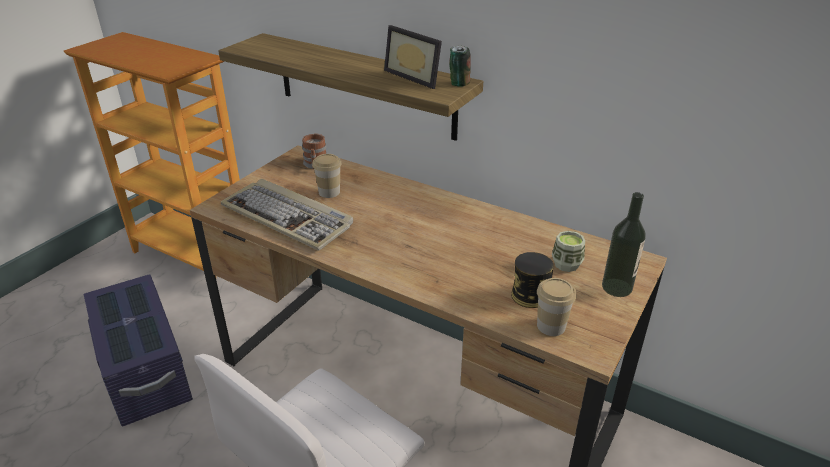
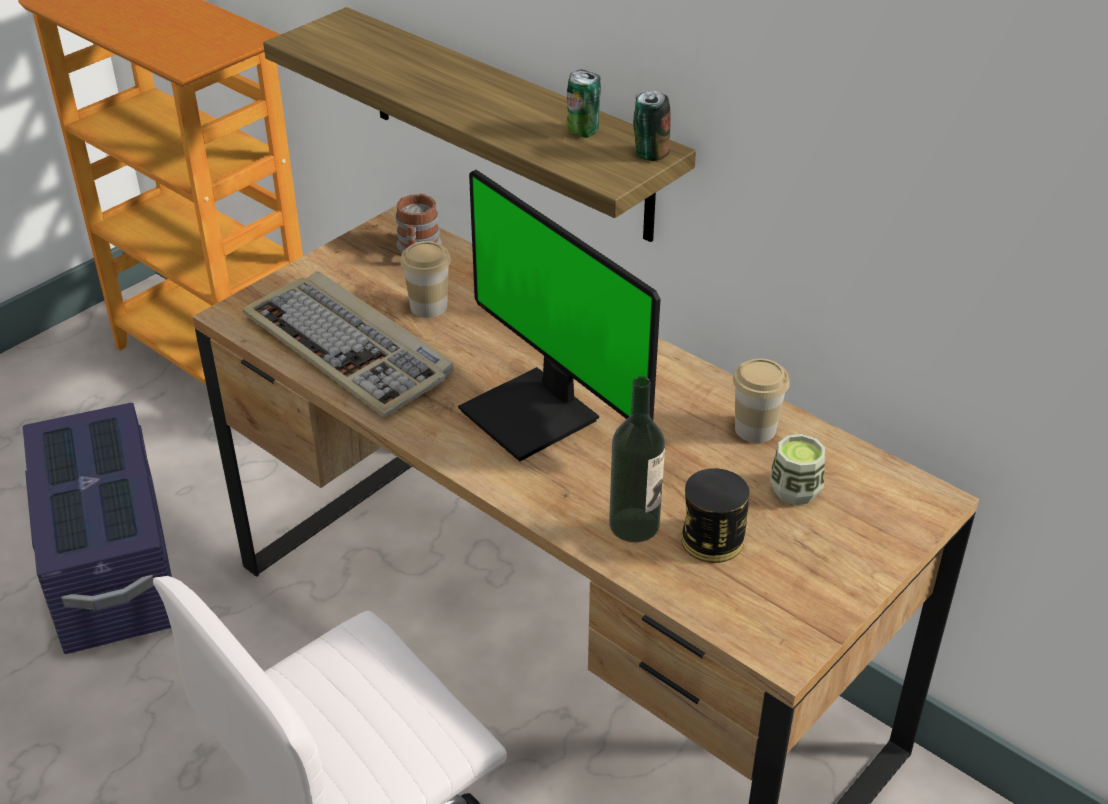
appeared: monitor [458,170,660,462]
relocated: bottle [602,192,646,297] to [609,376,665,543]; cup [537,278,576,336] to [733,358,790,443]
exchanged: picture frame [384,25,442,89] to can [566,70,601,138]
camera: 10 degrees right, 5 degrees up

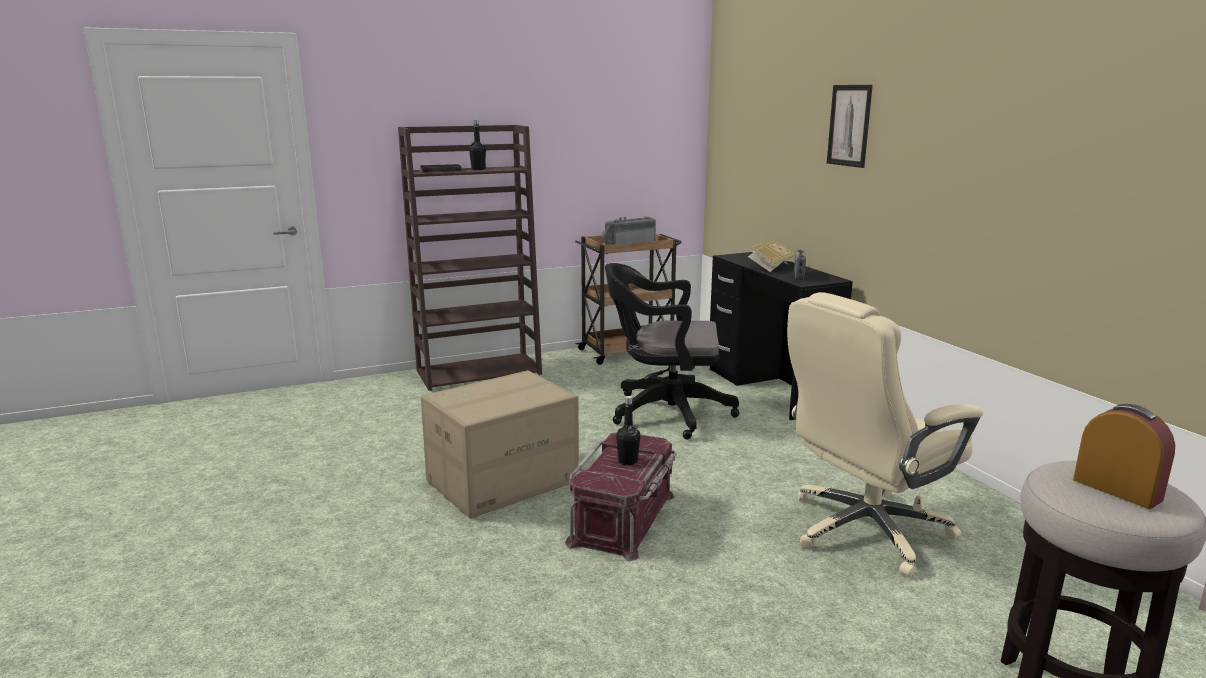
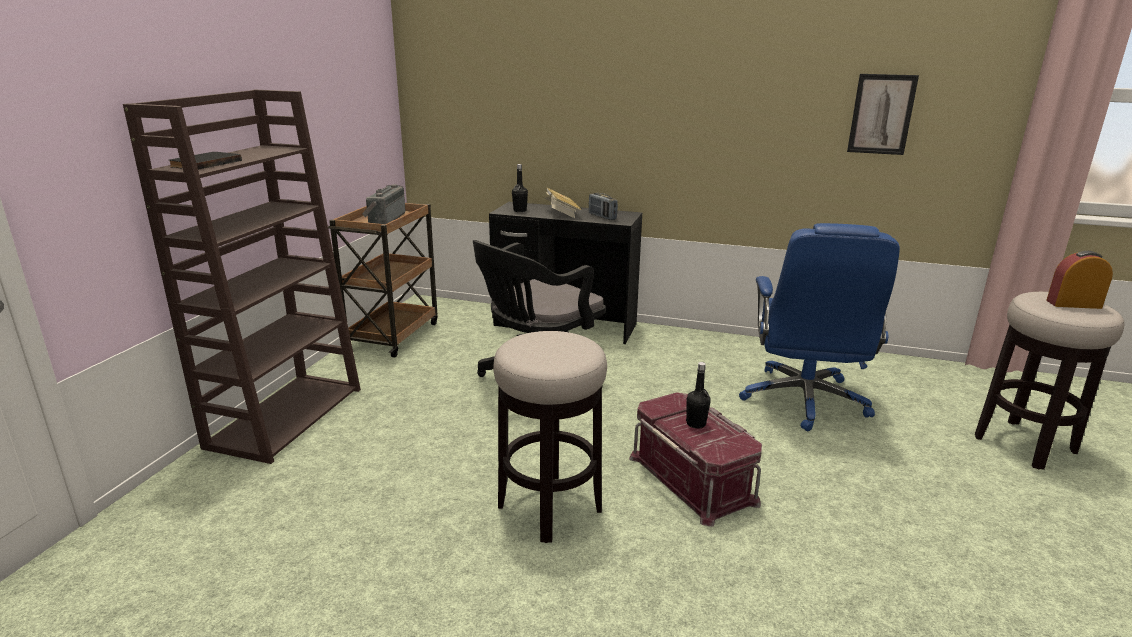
relocated: picture [827,85,873,168] to [847,74,919,155]; black bottle [469,120,486,170] to [512,164,528,212]
exchanged: cardboard box [421,370,579,518] to stool [493,331,607,543]
colour: beige office chair [787,292,983,577] to blue office chair [739,223,900,431]
camera: 50 degrees left, 5 degrees up

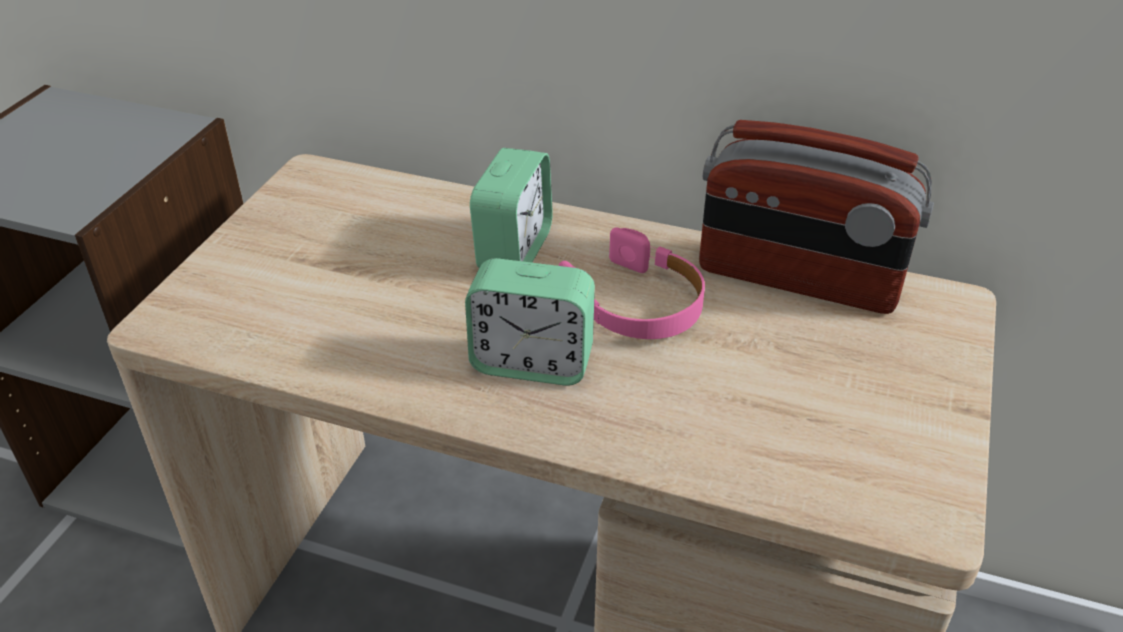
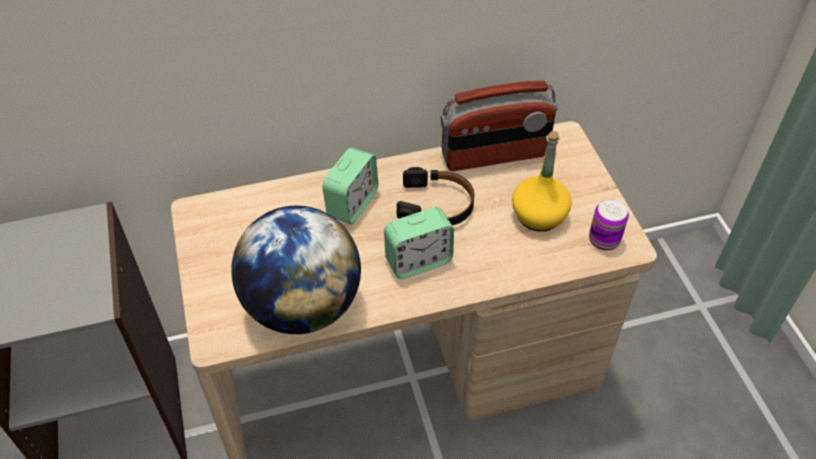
appeared: yellow bottle [512,131,572,231]; can [589,199,629,251]; globe [231,206,361,334]
colour: pink headphones [559,227,705,339] to black headphones [397,167,474,225]
spun: alarm clock [470,148,553,268] = [322,147,378,224] 45 degrees clockwise
camera: 35 degrees left, 10 degrees up

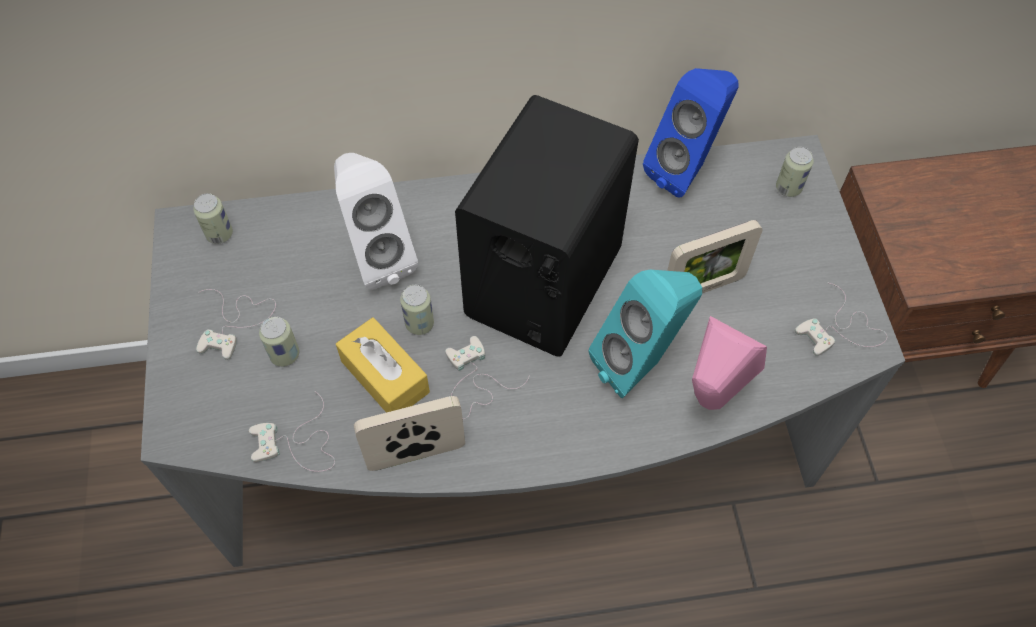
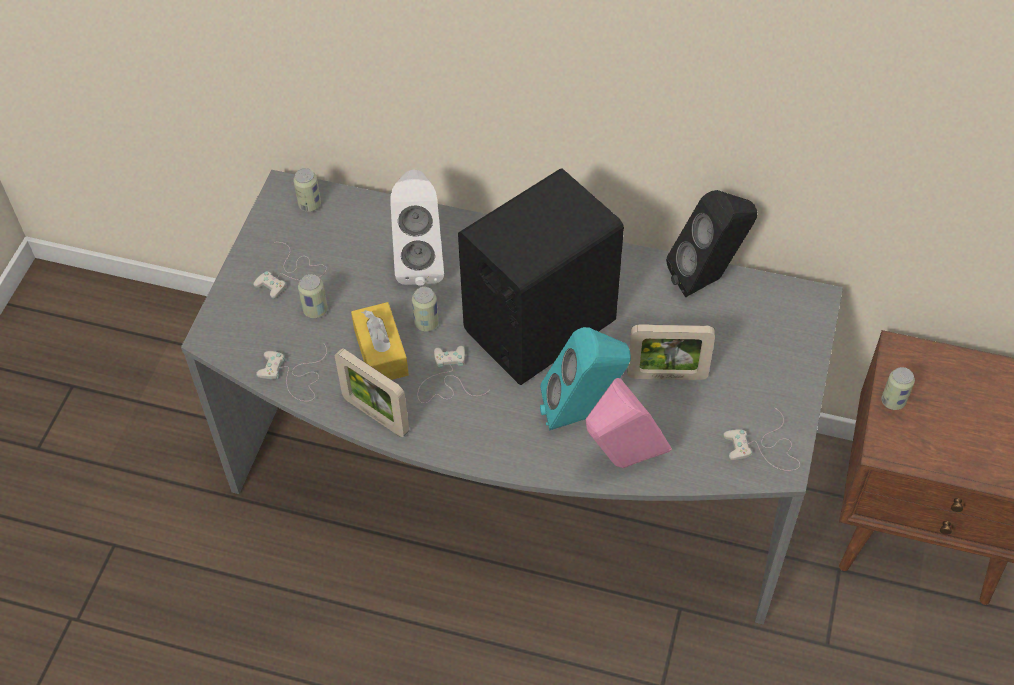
relocated: can [776,147,814,197] to [881,367,915,410]
colour: blue speaker [643,68,739,198] to black speaker [666,190,757,297]
spun: picture frame [354,396,465,471] = [335,348,409,437] 150 degrees counterclockwise
camera: 25 degrees right, 5 degrees down

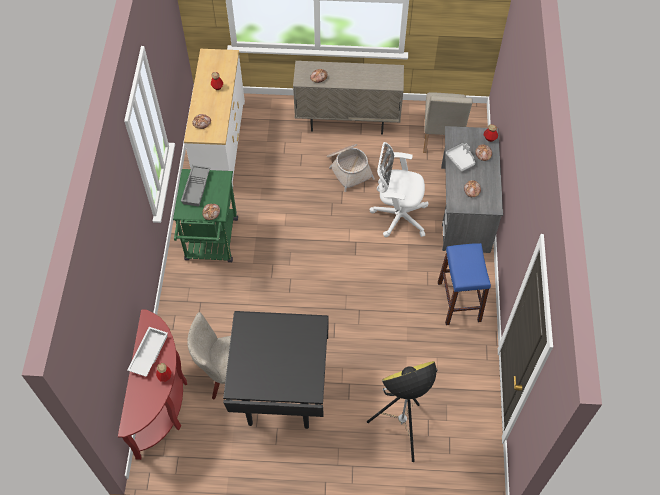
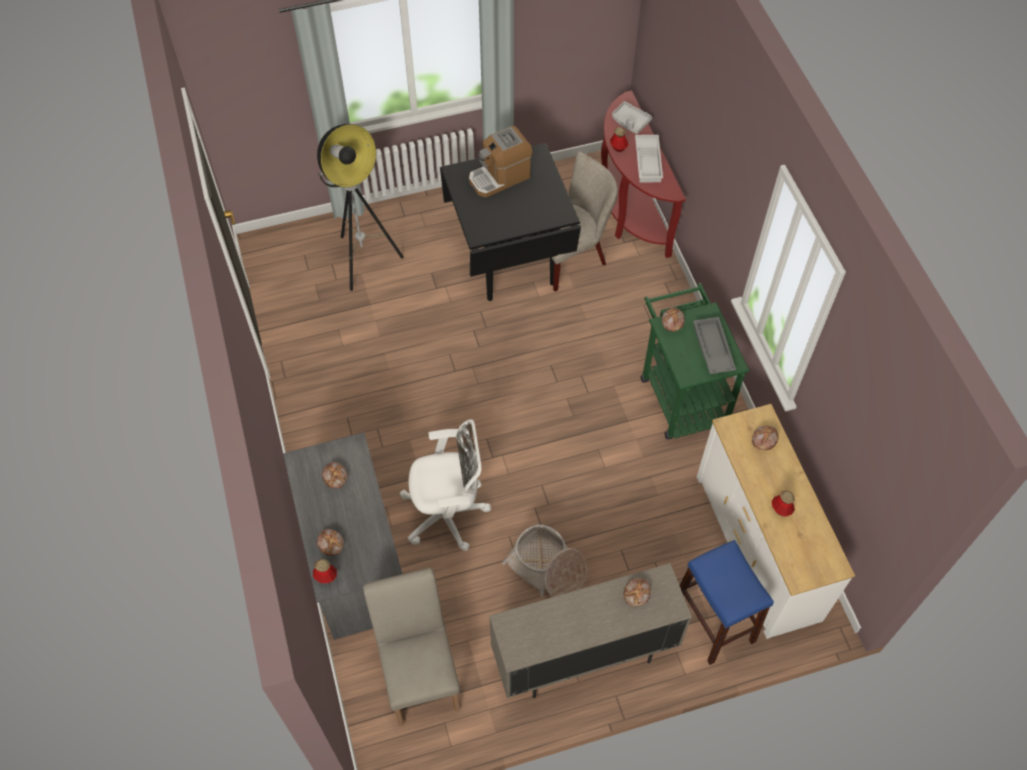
appeared: coffee machine [469,126,532,198]
relocated: grey tray [446,143,475,172] to [612,101,652,134]; blue stool [438,243,491,325] to [680,540,774,665]
camera: 160 degrees right, 0 degrees up

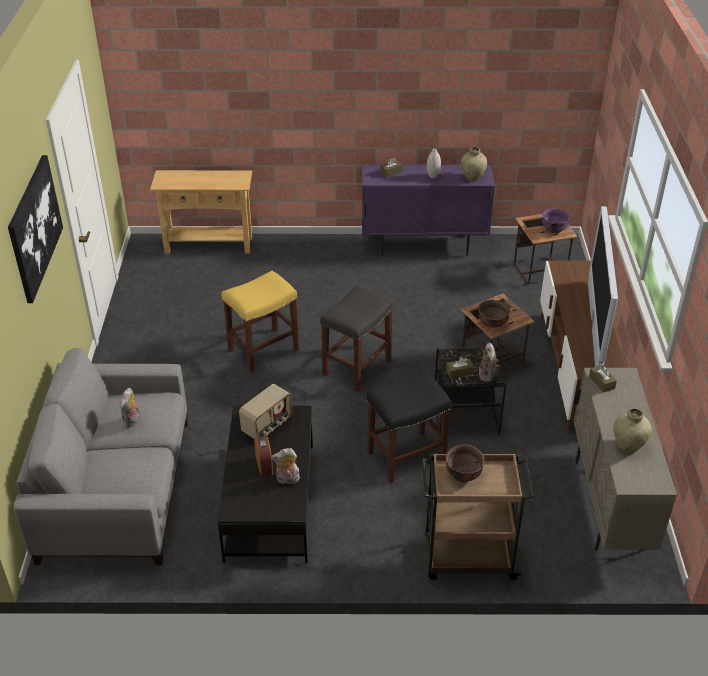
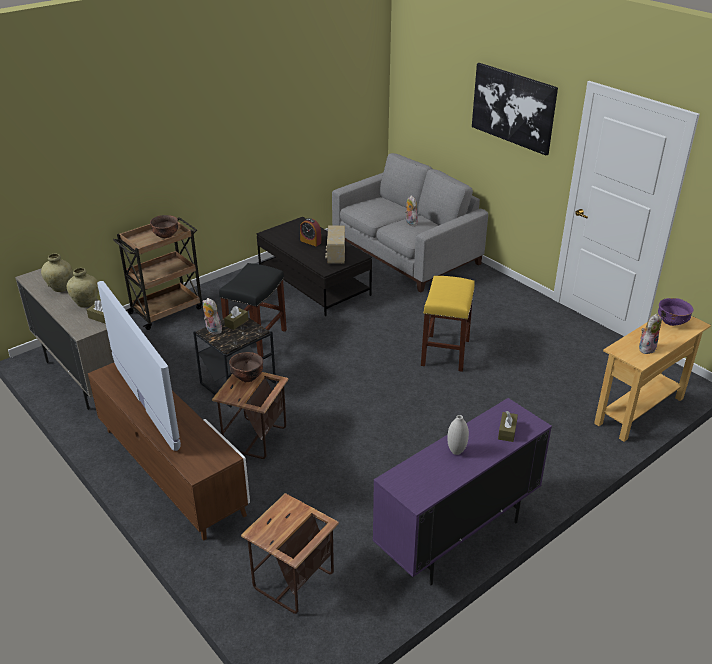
missing: grey stool [320,286,393,392]
relocated: beige vase [461,147,487,181] to [67,268,99,308]; purple bowl [542,208,570,234] to [658,298,694,326]; plush toy [271,448,300,484] to [639,314,662,354]
camera: 140 degrees right, 5 degrees down

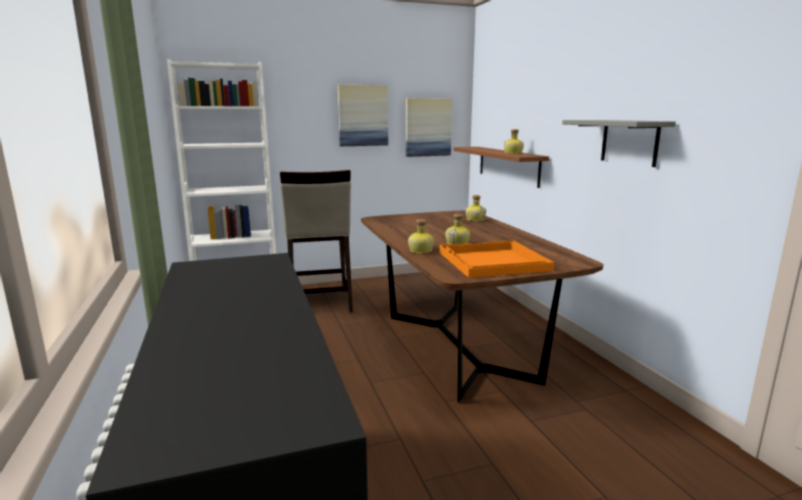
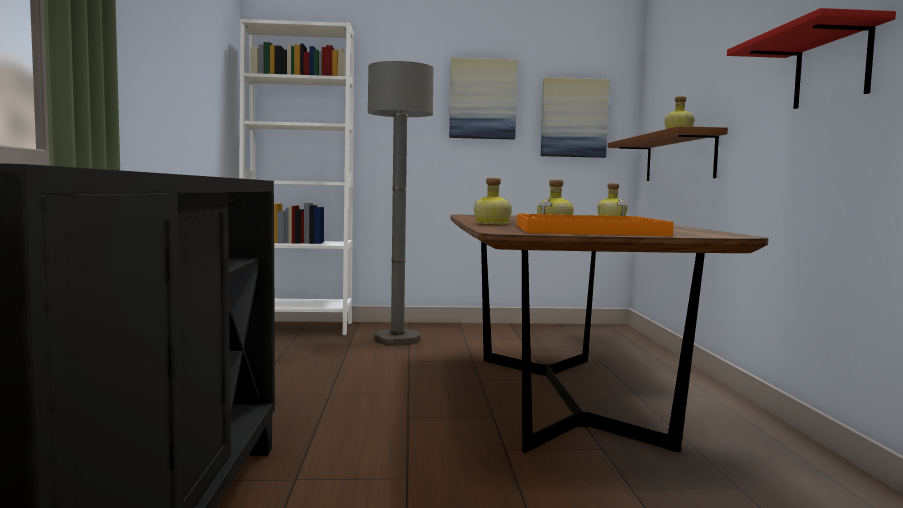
exchanged: beige stool [280,170,353,313] to grey floor lamp [368,61,434,345]
colour: grey shelf [562,120,676,167] to red shelf [727,8,896,109]
camera: 15 degrees right, 10 degrees down

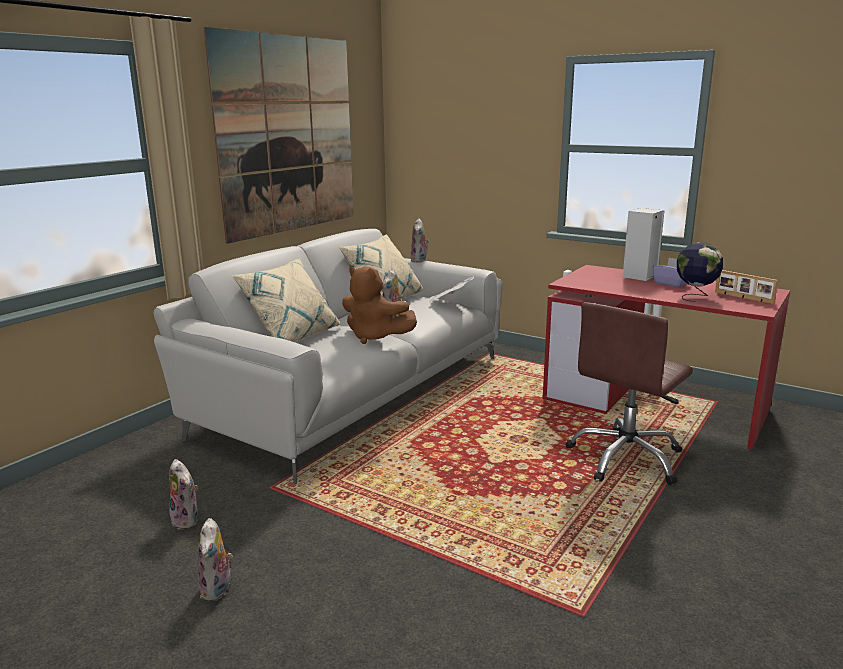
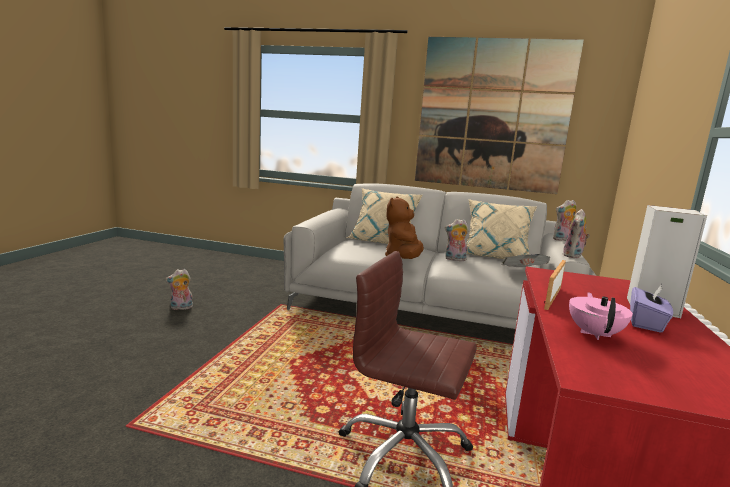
relocated: picture frame [715,270,778,304] to [544,260,566,310]; plush toy [169,459,198,530] to [563,209,590,258]
exchanged: globe [677,242,723,302] to pink teapot [569,292,633,340]
camera: 70 degrees right, 5 degrees down

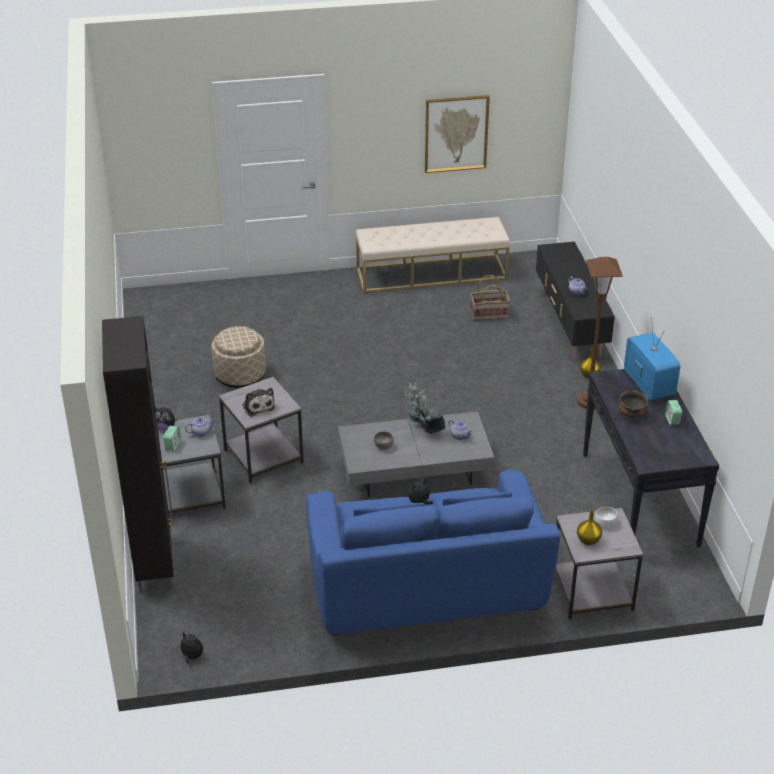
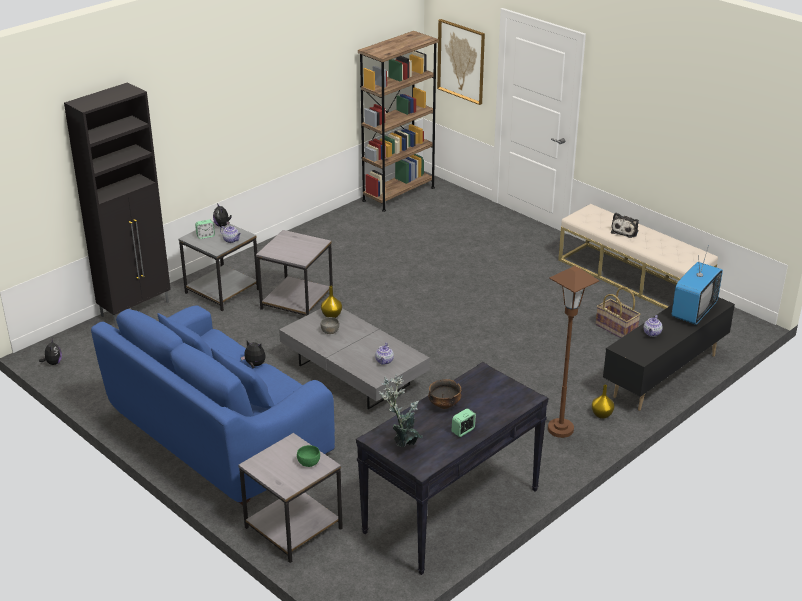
missing: beige ottoman [211,326,266,388]
appeared: brown bookcase [358,31,439,212]
relocated: picture [425,95,490,173] to [437,19,485,105]; television [624,317,680,400] to [671,245,723,325]; potted plant [405,382,446,434] to [379,374,423,447]; plush toy [242,388,275,417] to [611,213,639,238]; yellow vase [577,509,602,545] to [321,286,342,318]
colour: white bowl [595,506,617,527] to green bowl [297,445,320,467]
camera: 55 degrees right, 5 degrees down

